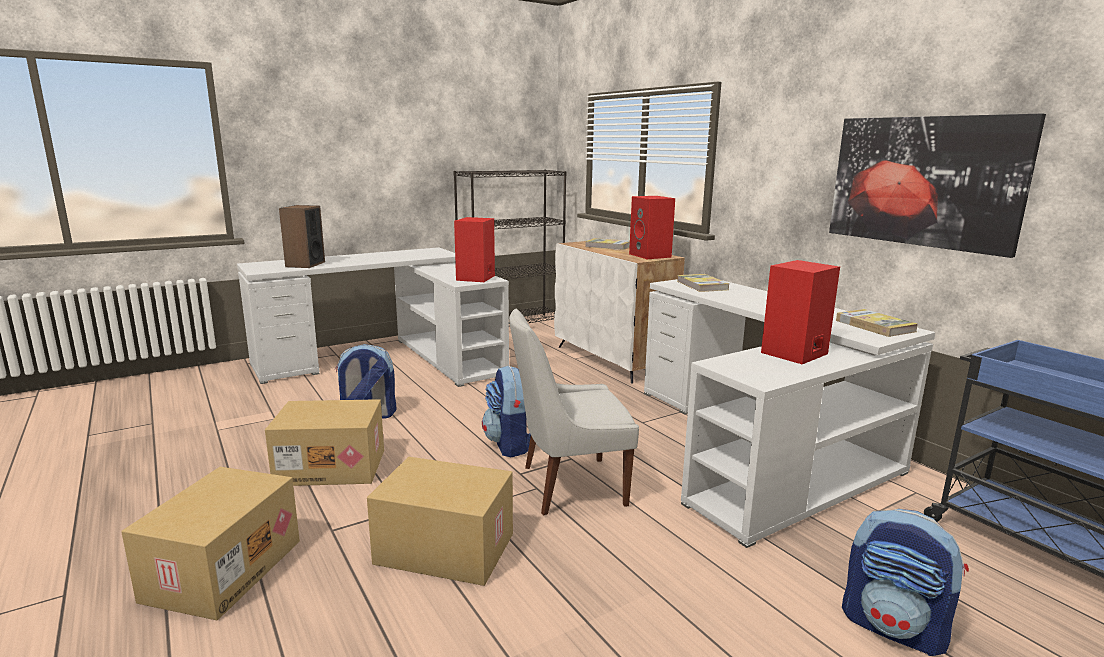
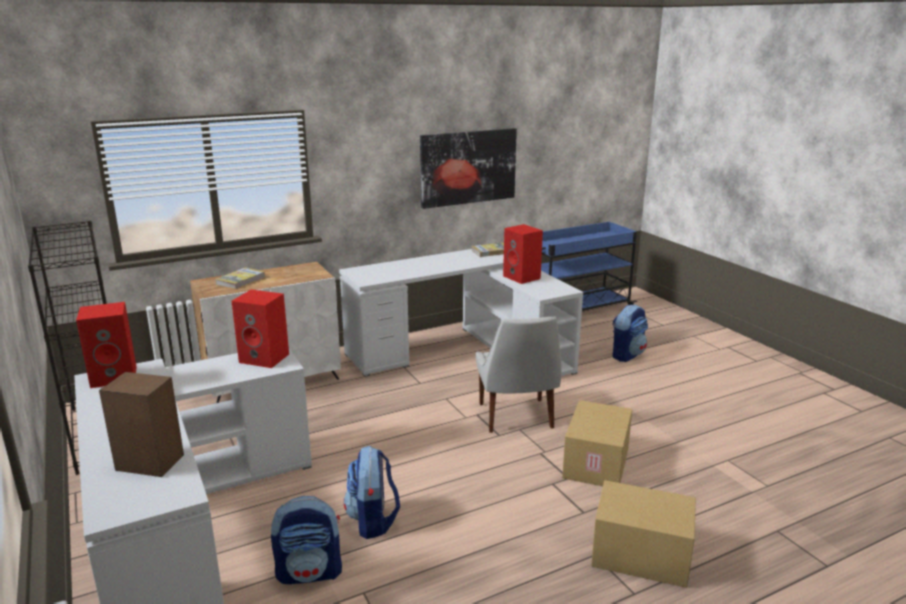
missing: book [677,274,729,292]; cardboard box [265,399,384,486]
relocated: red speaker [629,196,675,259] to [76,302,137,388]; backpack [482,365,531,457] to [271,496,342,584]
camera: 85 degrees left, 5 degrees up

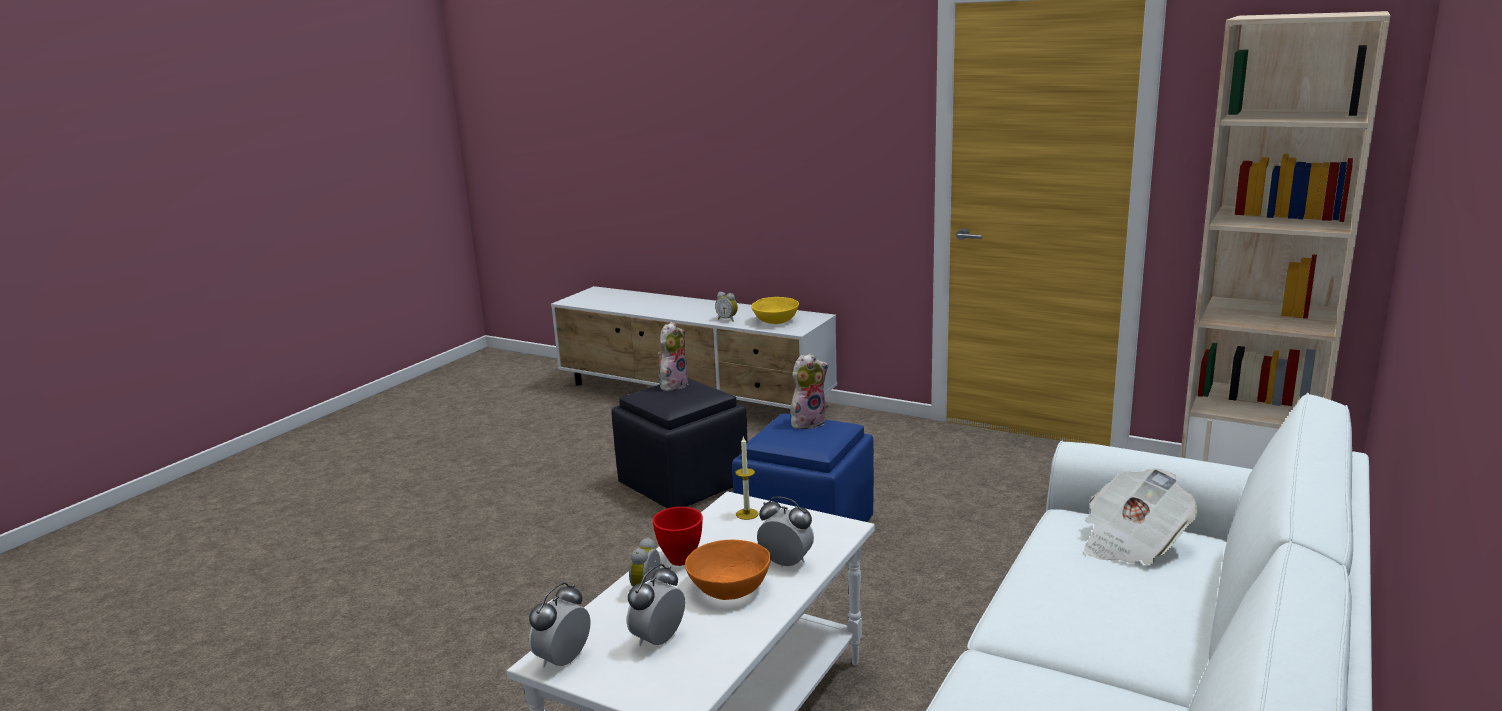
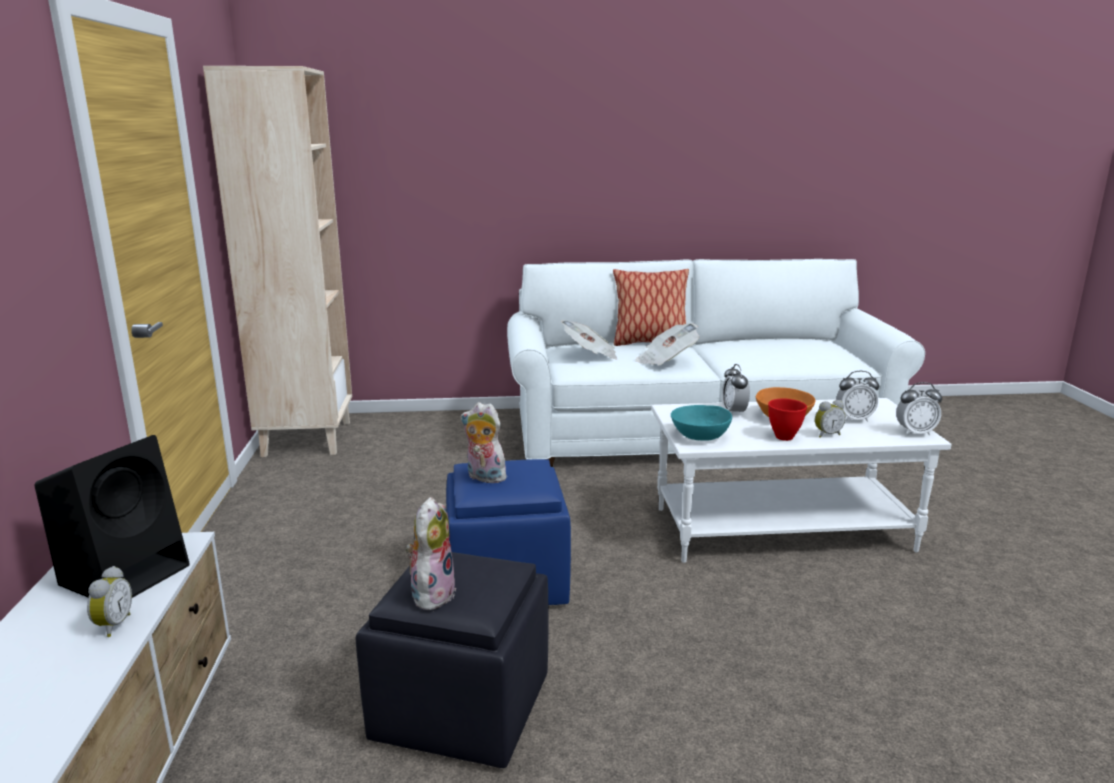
appeared: pillow [613,269,689,346]; newspaper [635,323,699,366]
exchanged: yellow bowl [751,297,799,324] to black speaker [34,435,190,598]; candle [735,436,759,520] to turquoise bowl [671,405,732,440]
spun: plush toy [658,322,688,391] = [405,497,456,610] 105 degrees clockwise
camera: 125 degrees left, 0 degrees up

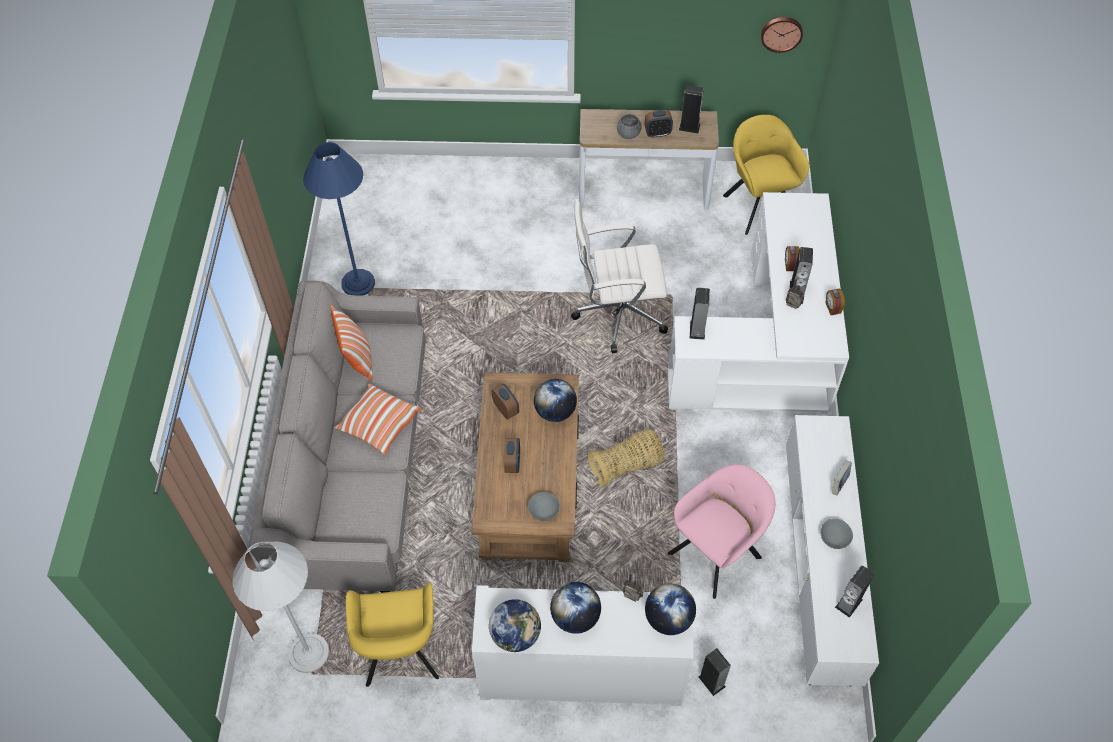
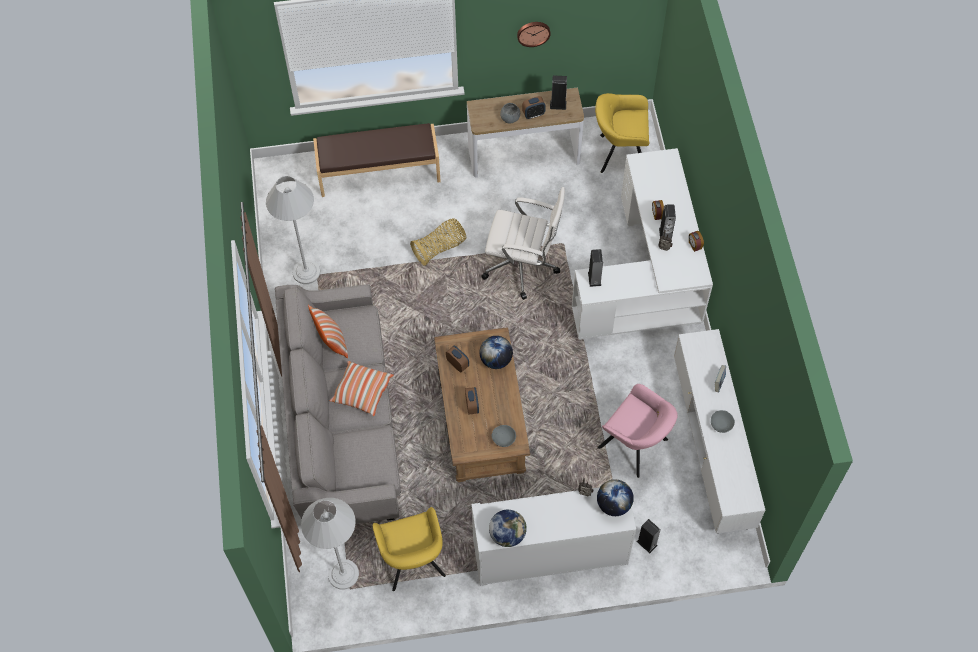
missing: speaker [835,565,875,618]; globe [550,582,601,634]
appeared: brown bench [313,123,441,197]
relocated: wall clock [761,17,803,53] to [517,22,551,47]; basket [588,429,665,487] to [410,218,466,266]
colour: blue floor lamp [303,142,375,296] to white floor lamp [266,176,321,284]
spun: yellow armchair [723,115,809,235] = [595,93,649,173] 60 degrees counterclockwise; white office chair [571,199,668,353] = [481,187,565,300] 150 degrees counterclockwise; pink armchair [667,464,775,599] = [597,384,678,478] 90 degrees clockwise
camera: 10 degrees left, 5 degrees up

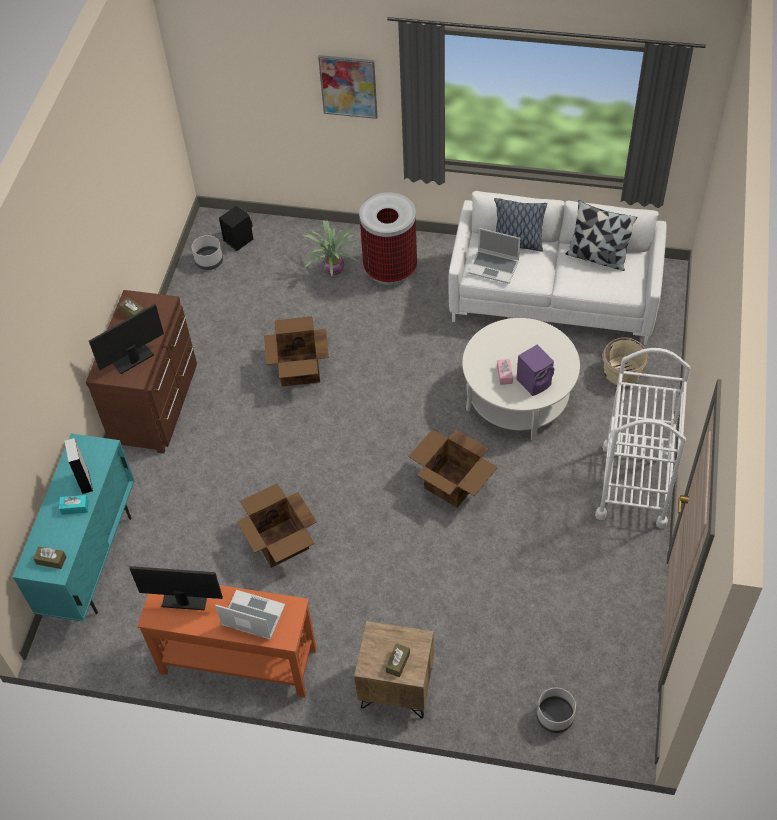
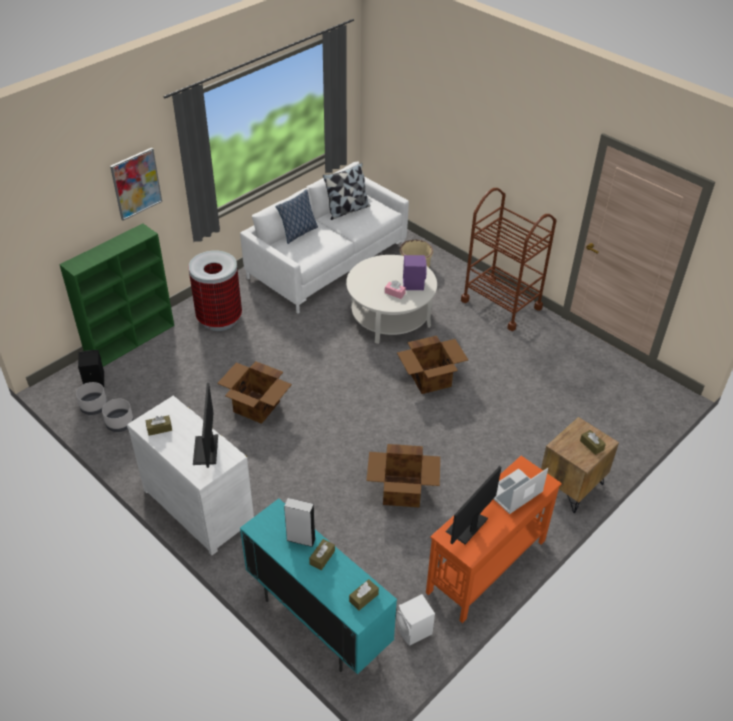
missing: potted plant [303,220,359,276]; laptop [468,228,520,284]
appeared: green bookcase [59,224,174,367]; white speaker [396,594,435,646]
relocated: grey planter [537,688,576,733] to [102,398,134,432]
colour: brown dresser [86,290,197,454] to white dresser [127,396,254,555]; white cart [595,348,691,529] to brown cart [461,188,557,331]; turquoise tissue box [59,495,89,515] to brown tissue box [309,539,335,570]
camera: 60 degrees left, 10 degrees down

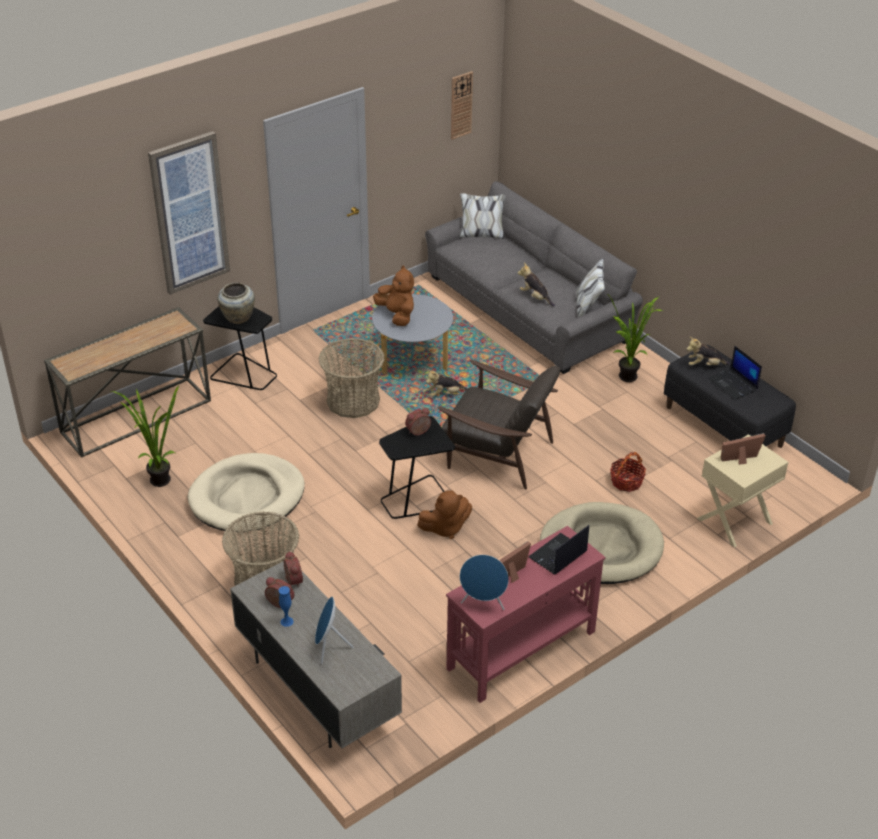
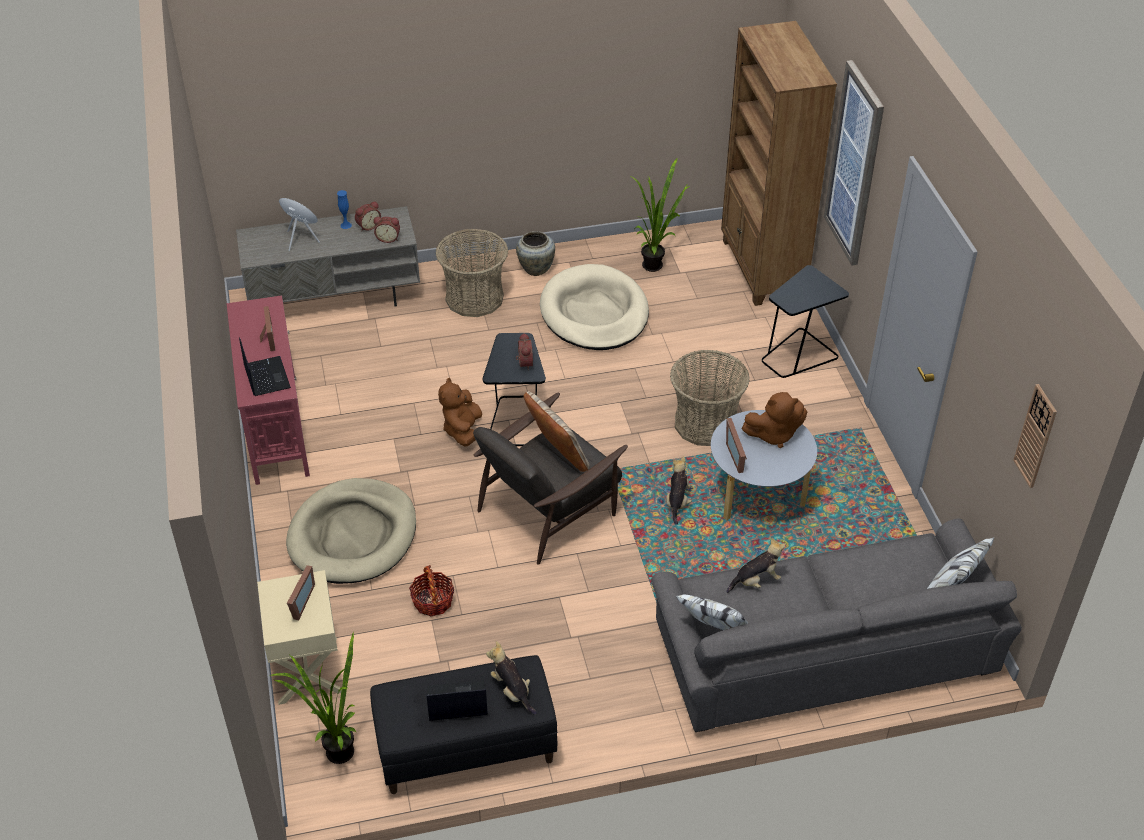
missing: blue speaker [460,555,509,610]
appeared: beige pillow [524,391,590,472]; picture frame [726,418,747,473]
relocated: beige vase [217,283,255,324] to [516,231,555,276]; potted plant [606,293,663,382] to [270,632,357,764]
exchanged: console table [44,307,211,457] to brown bookcase [721,21,837,306]
spun: plush toy [686,337,730,365] = [486,641,537,715] 60 degrees counterclockwise
camera: 115 degrees right, 5 degrees up

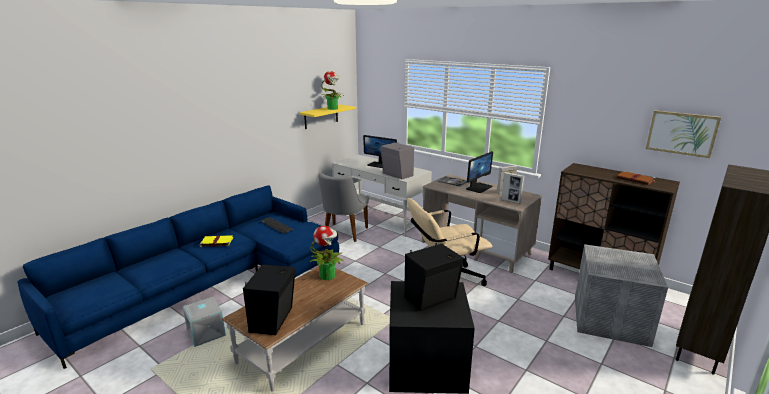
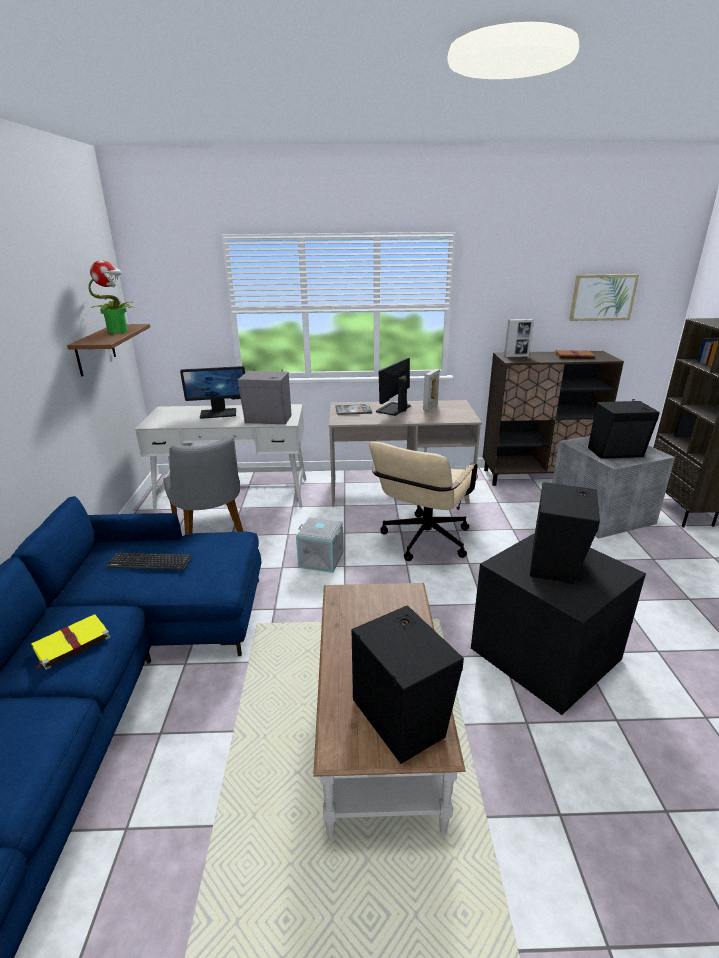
missing: potted plant [310,226,344,280]
appeared: black speaker [588,399,660,459]
relocated: picture frame [501,172,524,204] to [504,319,534,357]; grey storage box [183,297,226,347] to [296,518,344,573]
colour: yellow shelf [299,105,356,129] to brown shelf [67,324,150,377]
spun: monitor [466,151,493,193] = [376,358,411,416] 150 degrees counterclockwise
camera: 40 degrees left, 5 degrees up

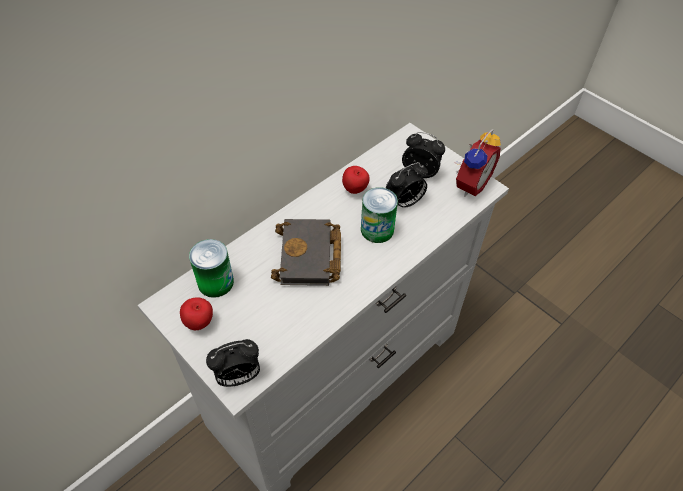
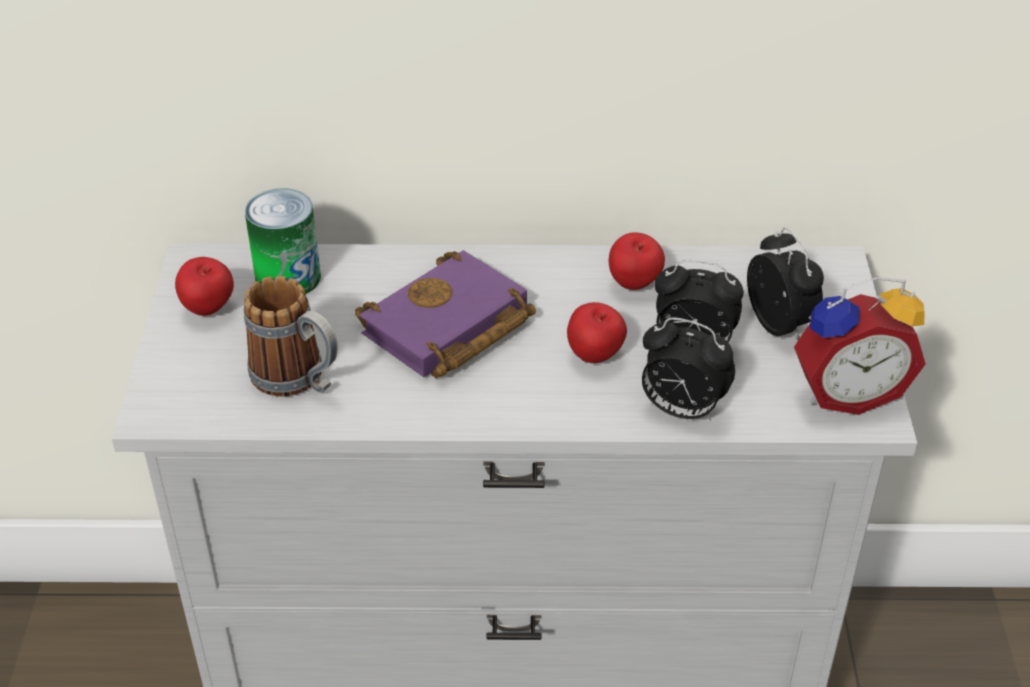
appeared: mug [244,276,338,397]
relocated: alarm clock [206,339,260,387] to [642,317,735,422]
exchanged: can [361,187,398,243] to apple [567,302,627,363]
colour: black book [271,219,341,286] to purple book [355,250,536,378]
camera: 45 degrees right, 10 degrees down

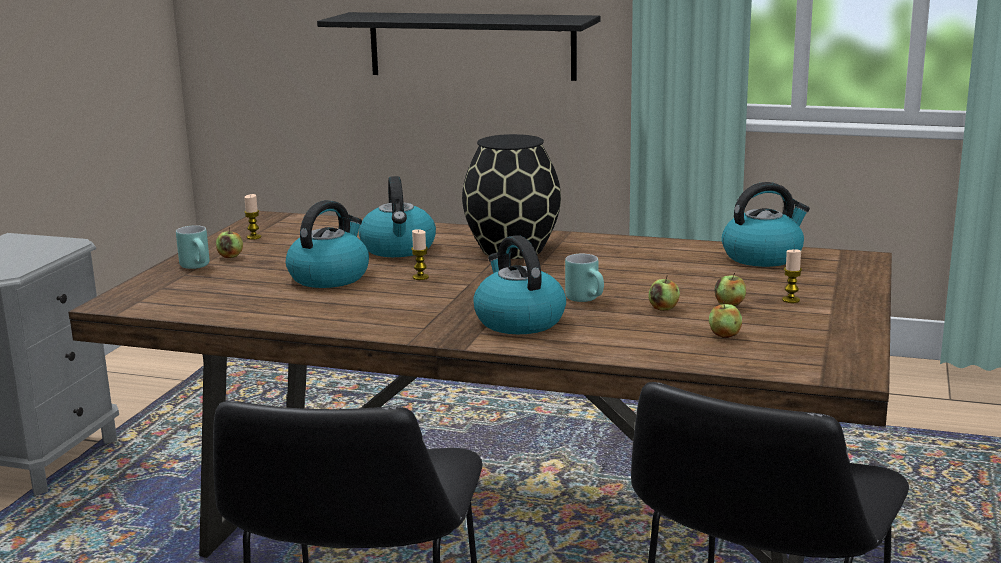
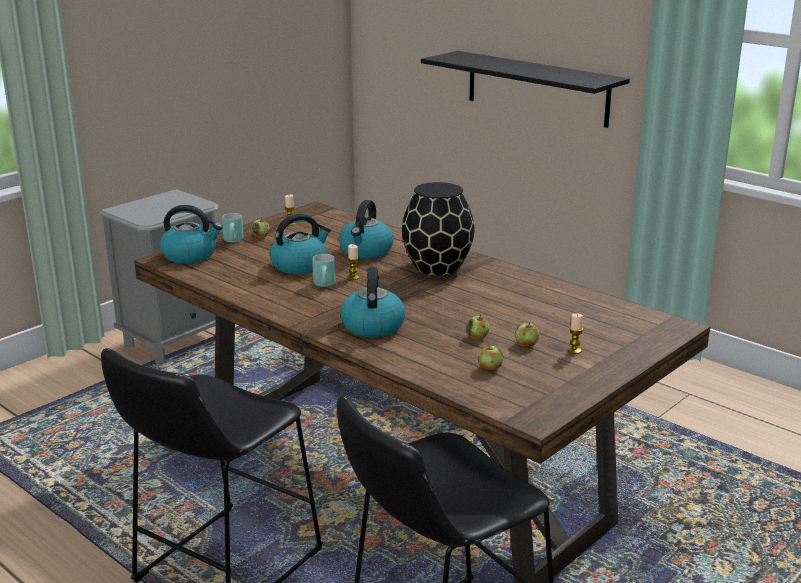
relocated: kettle [722,182,810,267] to [160,205,223,264]; turquoise mug [565,254,604,302] to [312,254,335,287]
camera: 25 degrees right, 5 degrees up

